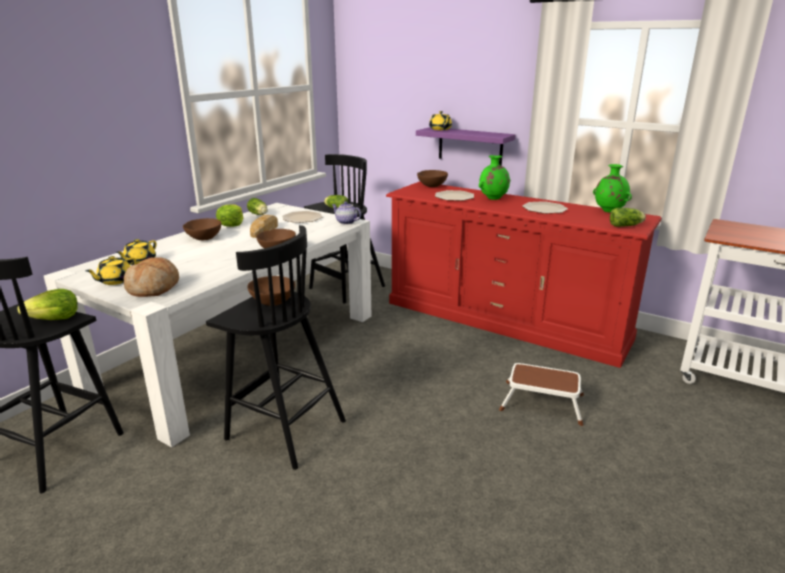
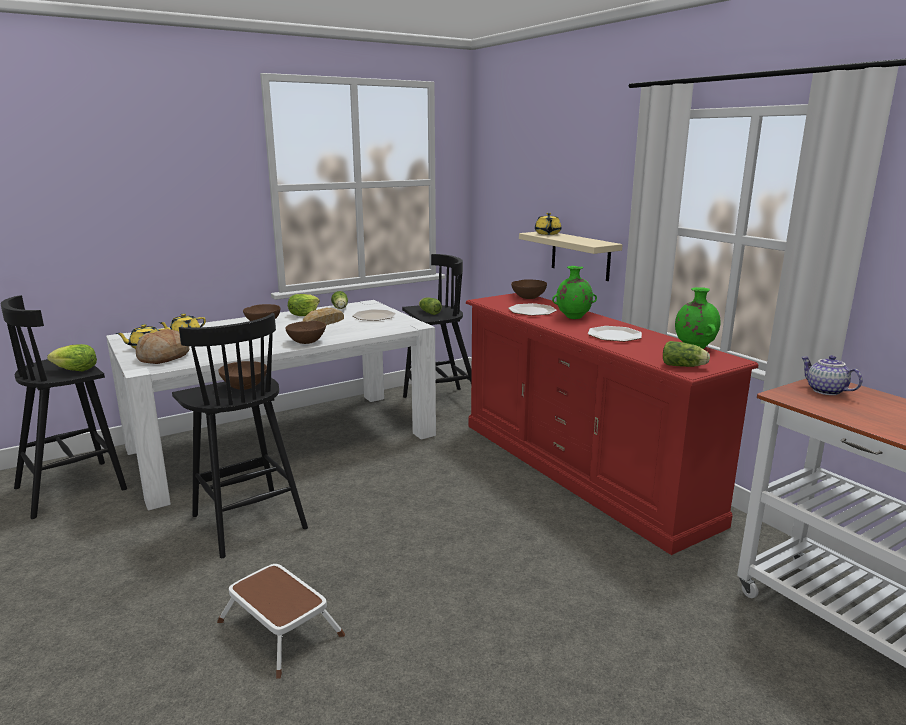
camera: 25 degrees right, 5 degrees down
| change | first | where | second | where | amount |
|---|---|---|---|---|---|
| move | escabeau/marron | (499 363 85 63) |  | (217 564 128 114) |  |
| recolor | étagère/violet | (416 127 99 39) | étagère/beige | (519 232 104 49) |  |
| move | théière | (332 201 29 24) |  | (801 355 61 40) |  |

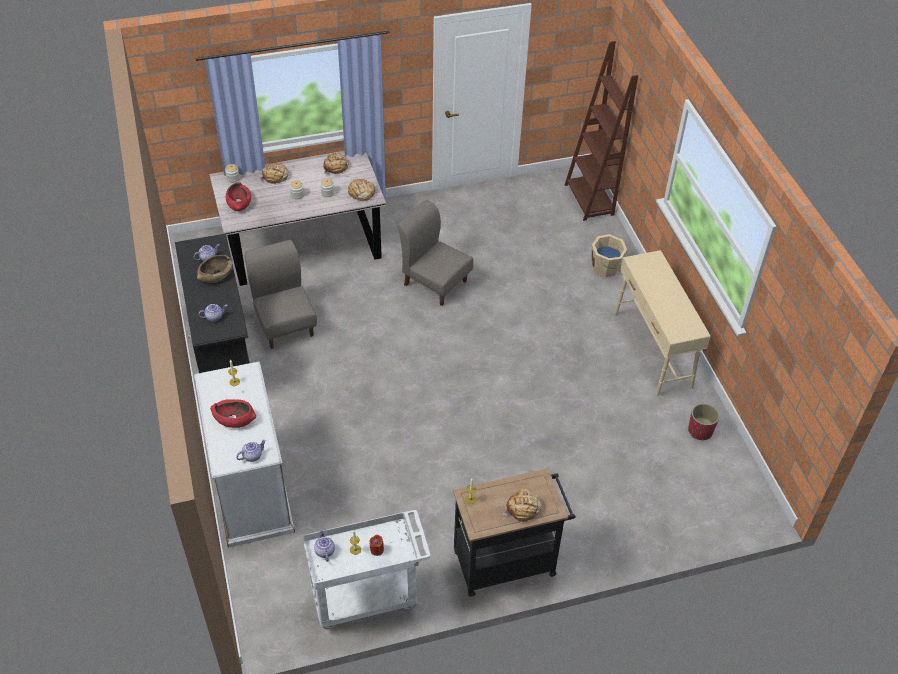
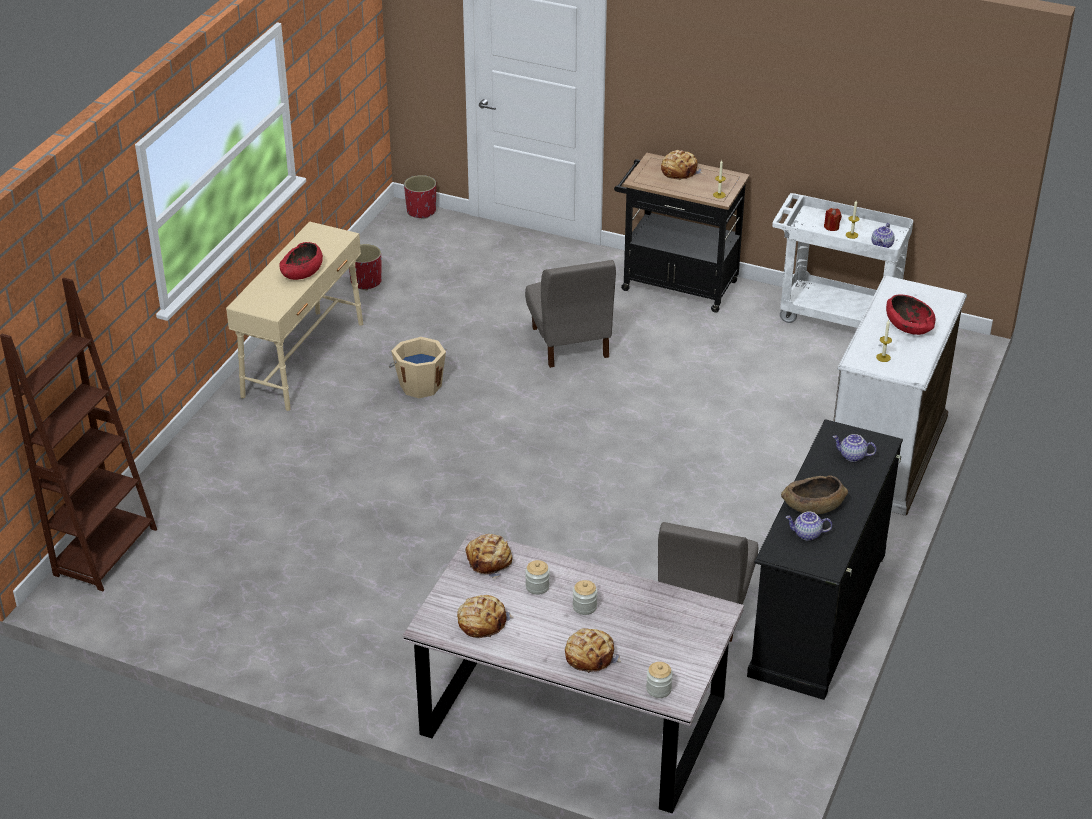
camera: 140 degrees left, 10 degrees down
| change | first | where | second | where | amount |
|---|---|---|---|---|---|
| move | bol/rouge | (226 182 25 29) |  | (279 242 44 38) |  |
| move | seau/beige | (592 234 35 43) |  | (389 337 58 61) |  |
| insert |  |  | cache-pot/rouge | (404 175 32 44) |  |
| move | chaise/gris | (398 200 75 106) |  | (525 260 91 108) |  |
| delete | théière | (236 440 30 22) |  |  |  |

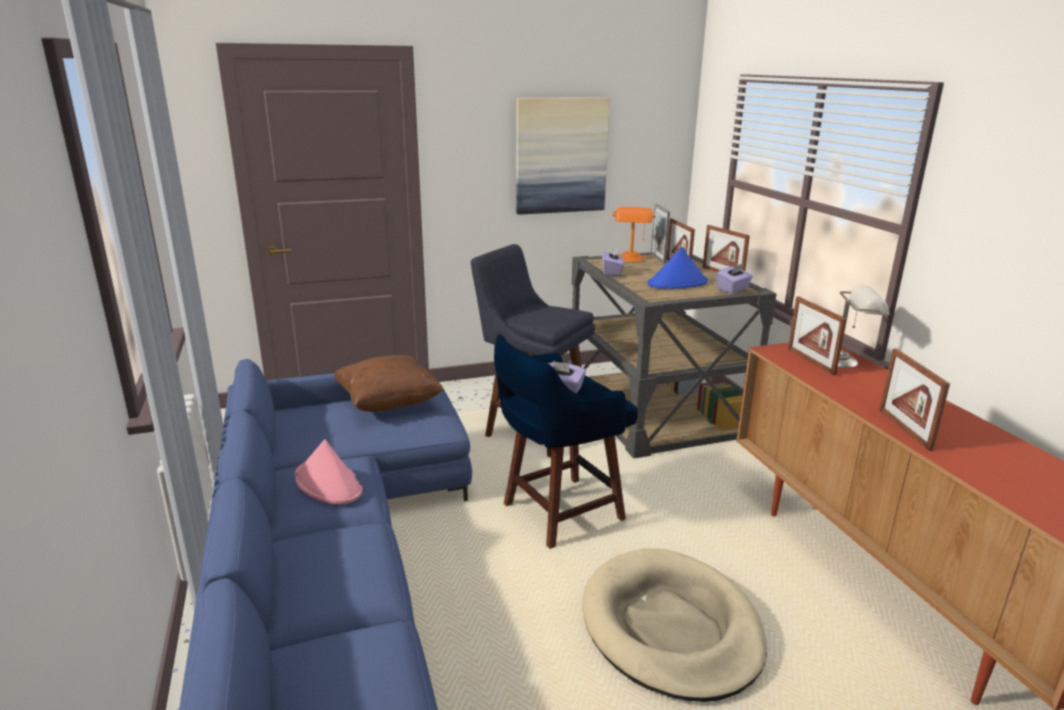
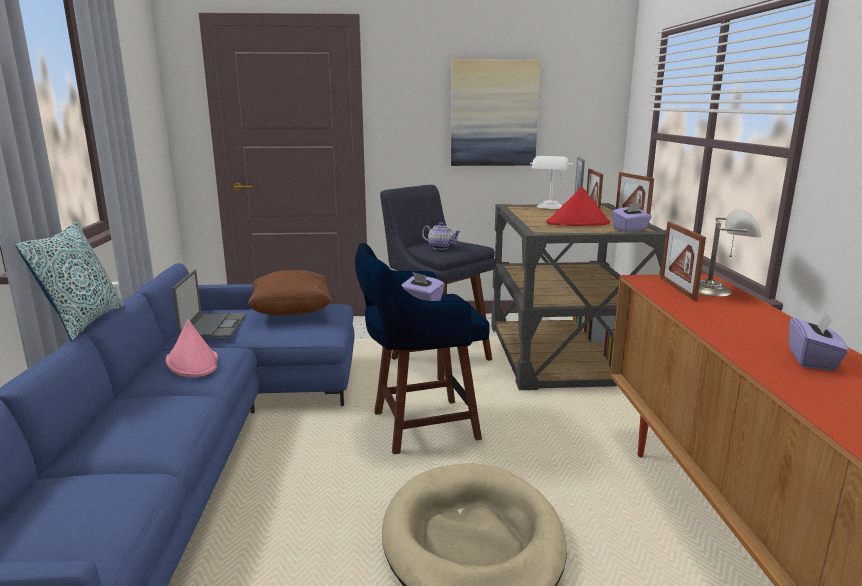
camera: 15 degrees right, 5 degrees down
| change | first | where | second | where | amount |
|---|---|---|---|---|---|
| insert |  |  | coussin | (16 221 108 120) |  |
| insert |  |  | ordinateur portable | (172 270 74 68) |  |
| insert |  |  | théière | (422 222 39 28) |  |
| recolor | lampe de table/orange | (612 207 44 55) | lampe de table/blanc | (530 156 43 53) |  |
| recolor | chapeau/bleu | (648 247 60 42) | chapeau/rouge | (546 187 64 39) |  |
| move | boîte à mouchoirs/violet | (602 248 22 28) |  | (789 312 59 59) |  |
| delete | cadre photo | (879 348 71 103) |  |  |  |

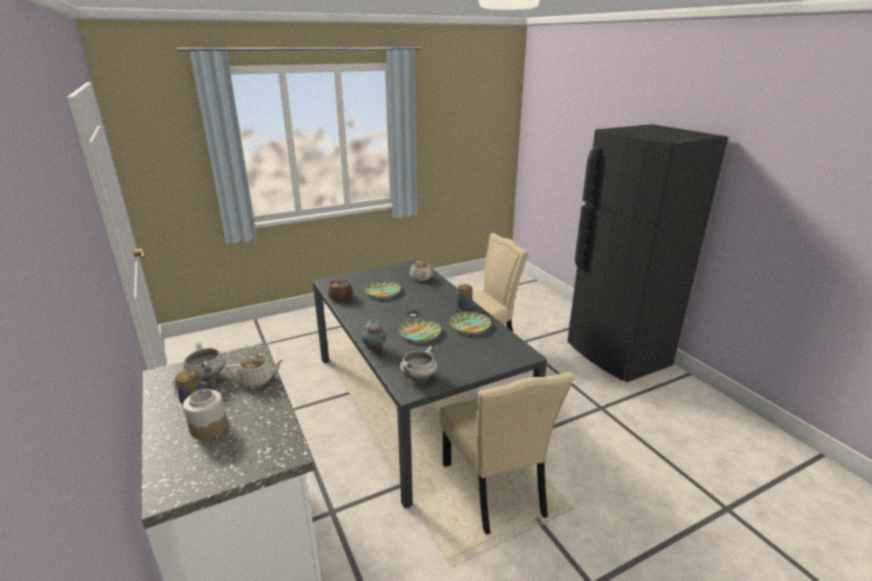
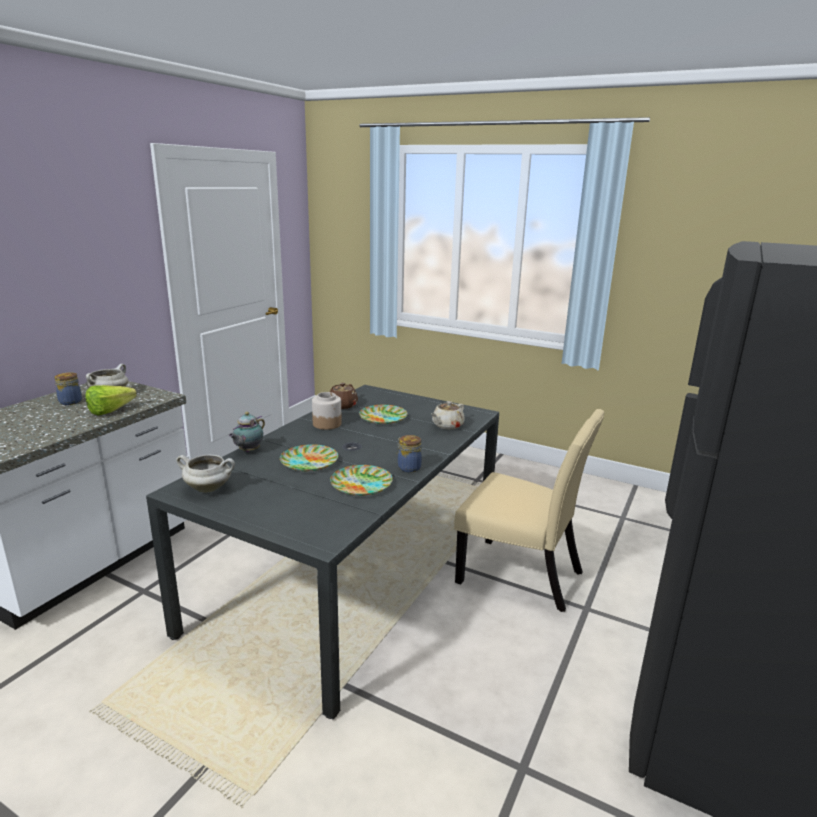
camera: 55 degrees right, 5 degrees down
| change | first | where | second | where | amount |
|---|---|---|---|---|---|
| replace | théière/beige | (226 355 58 32) | laitue | (85 385 52 31) |  |
| move | bocal | (183 389 44 50) |  | (312 392 30 38) |  |
| delete | chaise/beige | (439 372 135 163) |  |  |  |

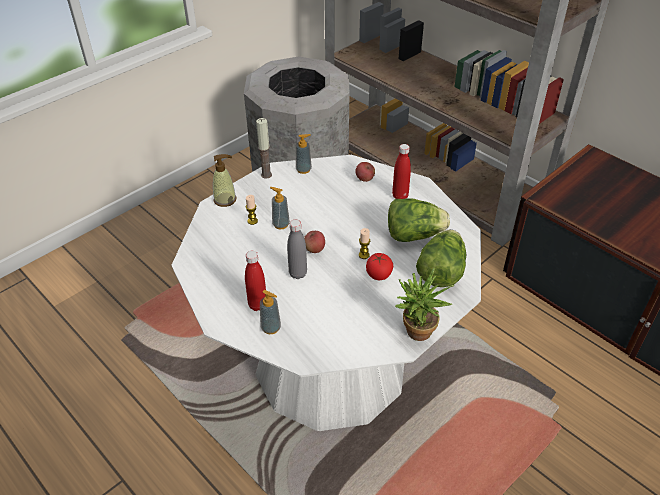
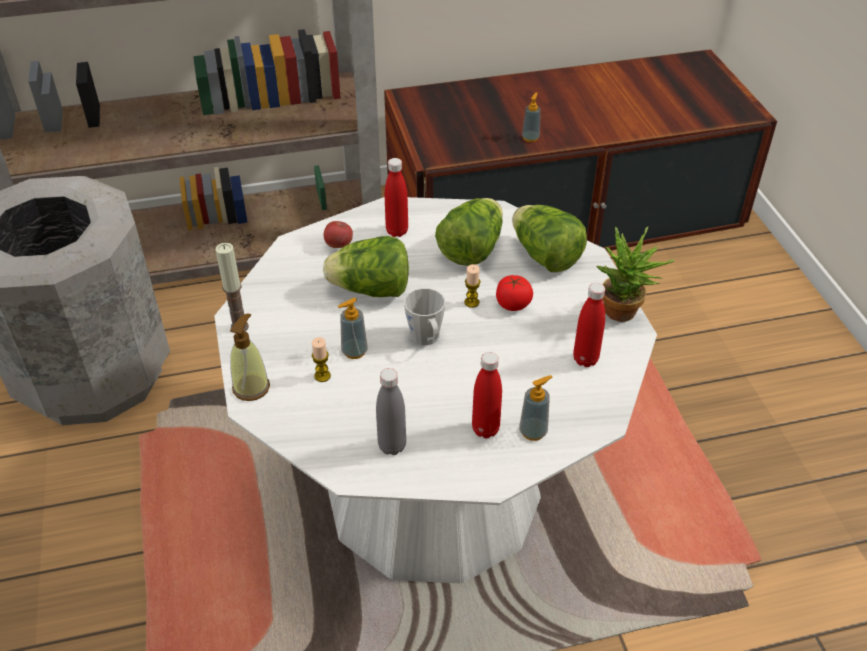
camera: 60 degrees left, 0 degrees up
| change | first | where | second | where | amount |
|---|---|---|---|---|---|
| insert |  |  | laitue | (323 236 86 61) |  |
| move | bouteille/gris | (287 220 20 59) |  | (376 368 30 87) |  |
| replace | pomme | (304 231 21 22) | mug/gris | (404 288 41 57) |  |
| move | distributeur de savon | (296 134 16 40) |  | (522 93 19 49) |  |
| insert |  |  | bouteille/rouge | (573 283 32 84) |  |

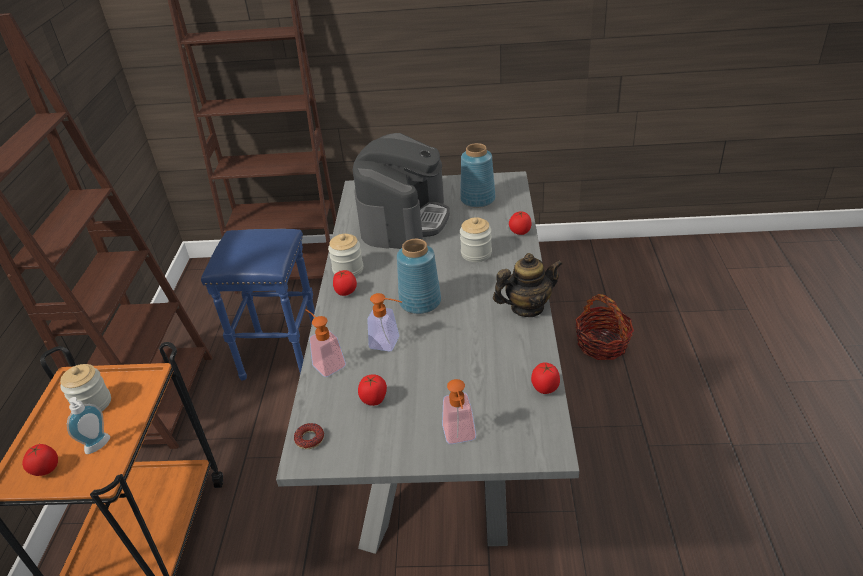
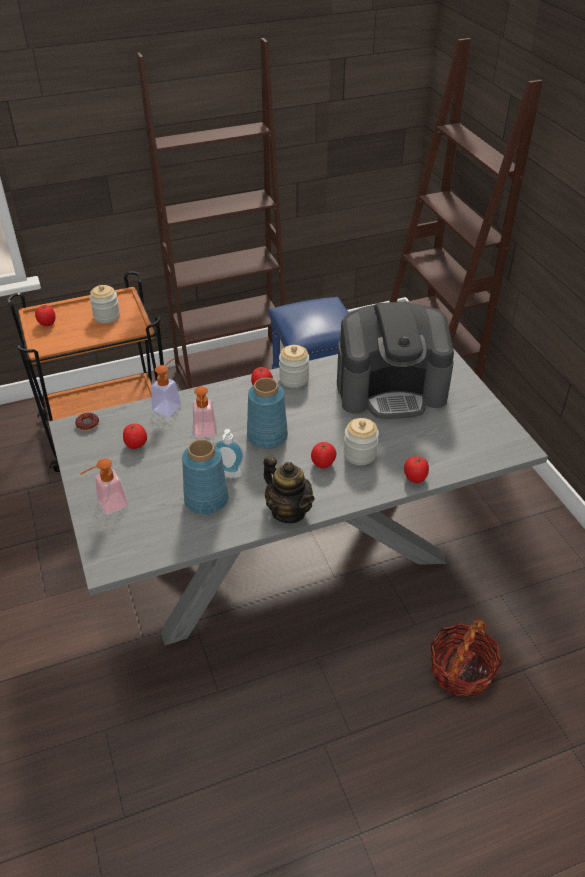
camera: 65 degrees right, 5 degrees up
| change | first | where | second | where | amount |
|---|---|---|---|---|---|
| move | vase/bleu | (460 143 36 65) |  | (182 439 47 76) |  |
| move | distributeur de savon | (67 397 43 57) |  | (215 429 29 49) |  |
| move | tomate | (531 363 29 31) |  | (311 442 26 27) |  |

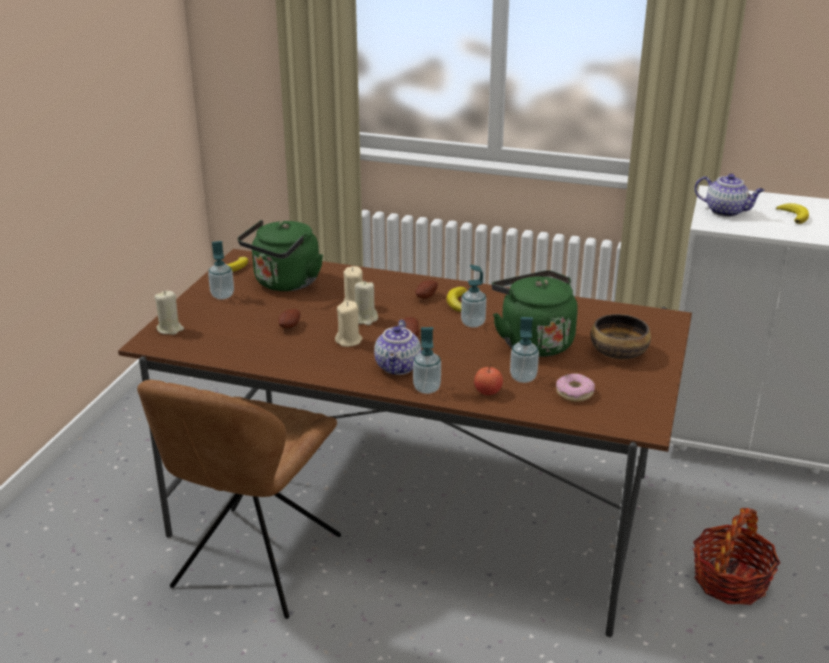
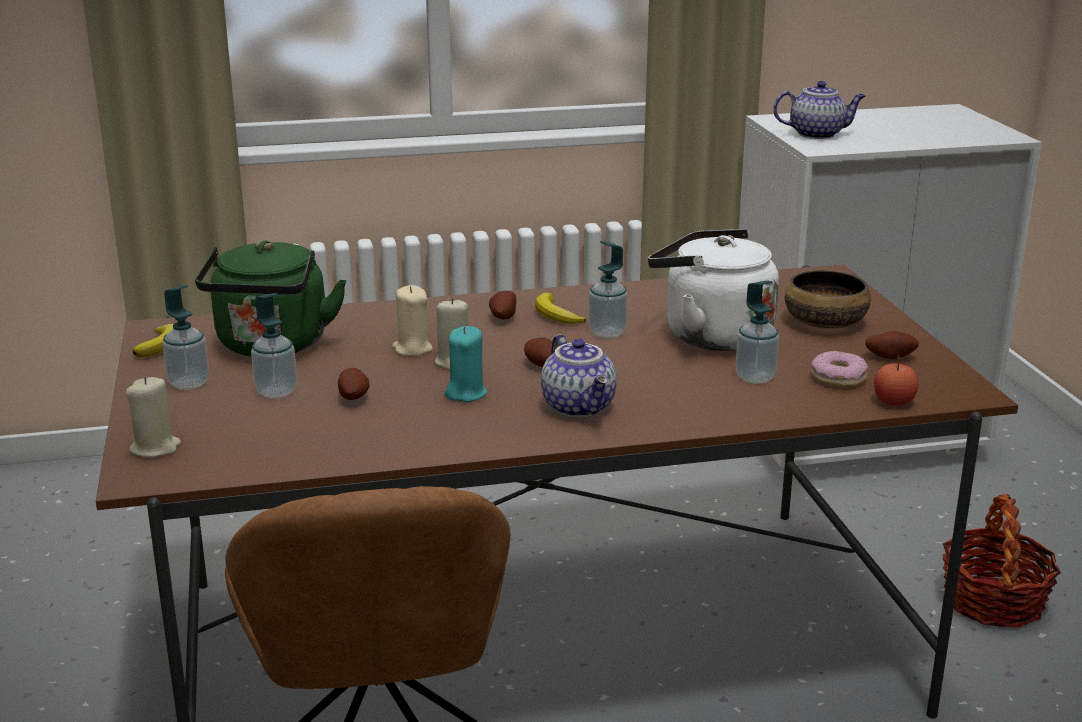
camera: 30 degrees left, 5 degrees down
| change | first | where | second | where | amount |
|---|---|---|---|---|---|
| move | distributeur de savon | (413 327 28 67) |  | (251 293 46 106) |  |
| recolor | bougie/beige | (335 301 27 46) | bougie/turquoise | (445 326 42 76) |  |
| recolor | bouilloire/vert | (492 270 86 87) | bouilloire/blanc | (648 229 131 122) |  |
| insert |  |  | pomme de terre | (865 331 54 28) |  |
| move | pomme | (474 363 29 32) |  | (874 355 44 51) |  |
| delete | banane | (776 203 33 21) |  |  |  |

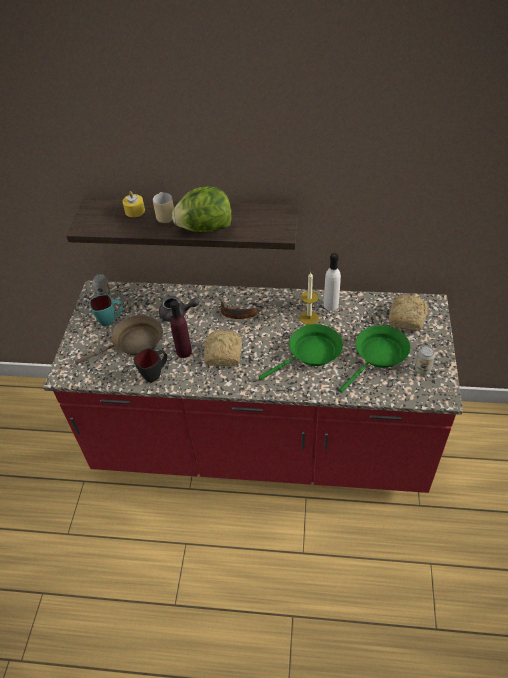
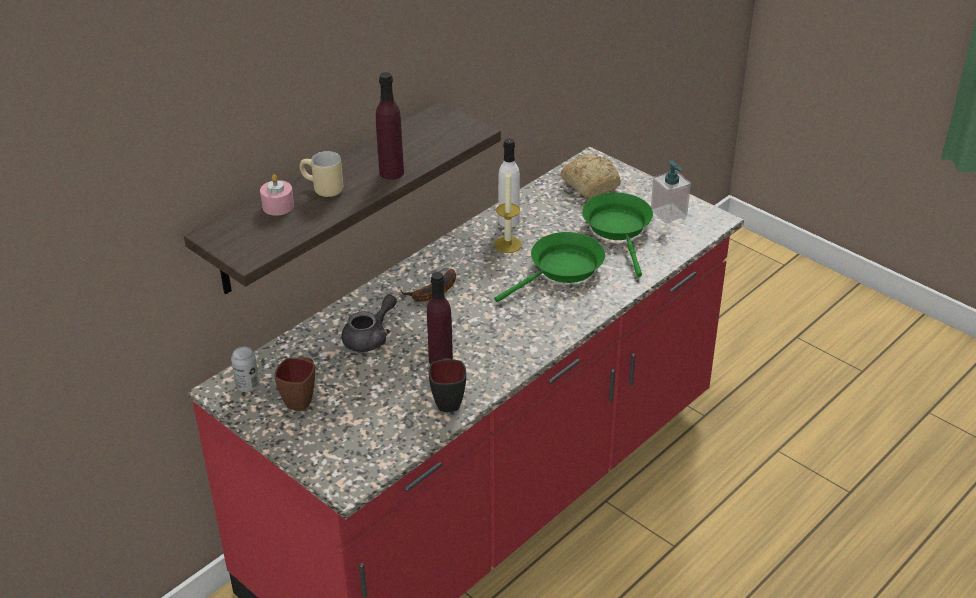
camera: 55 degrees left, 10 degrees down
| change | first | where | second | where | amount |
|---|---|---|---|---|---|
| recolor | bougie/jaune | (123 191 22 26) | bougie/rose | (260 174 34 42) |  |
| recolor | mug/turquoise | (90 295 33 31) | mug/marron | (275 357 40 54) |  |
| replace | laitue | (172 186 60 46) | bouteille/violet | (376 72 28 108) |  |
| rotate | poêle/vert | (259 324 84 56) |  | (494 232 111 70) | 45 degrees clockwise |
| replace | boîte métallique | (415 346 20 29) | distributeur de savon | (651 160 40 63) |  |
| delete | poêle/marron | (75 315 88 49) |  |  |  |
| delete | pain | (204 330 38 36) |  |  |  |

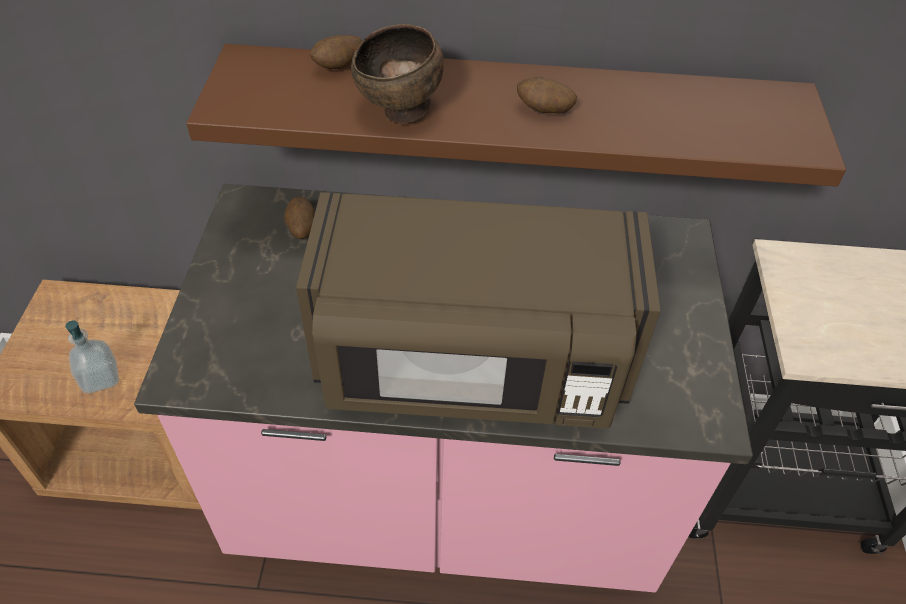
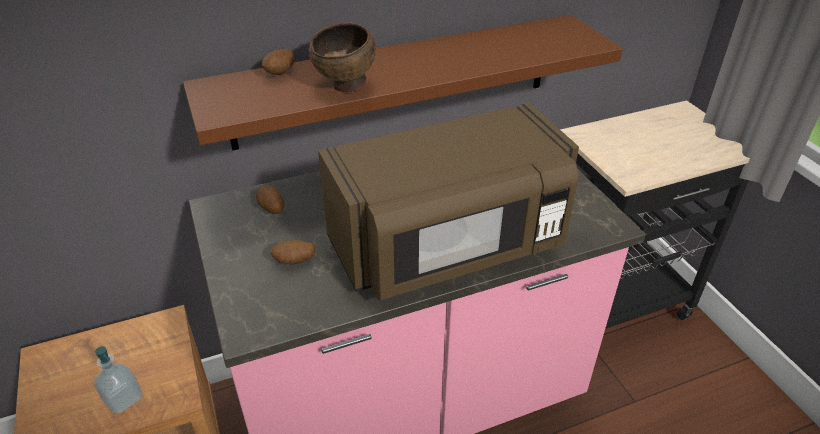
camera: 25 degrees left, 10 degrees down
| change | first | where | second | where | amount |
|---|---|---|---|---|---|
| move | pomme de terre | (517 76 60 37) |  | (270 240 45 24) |  |

